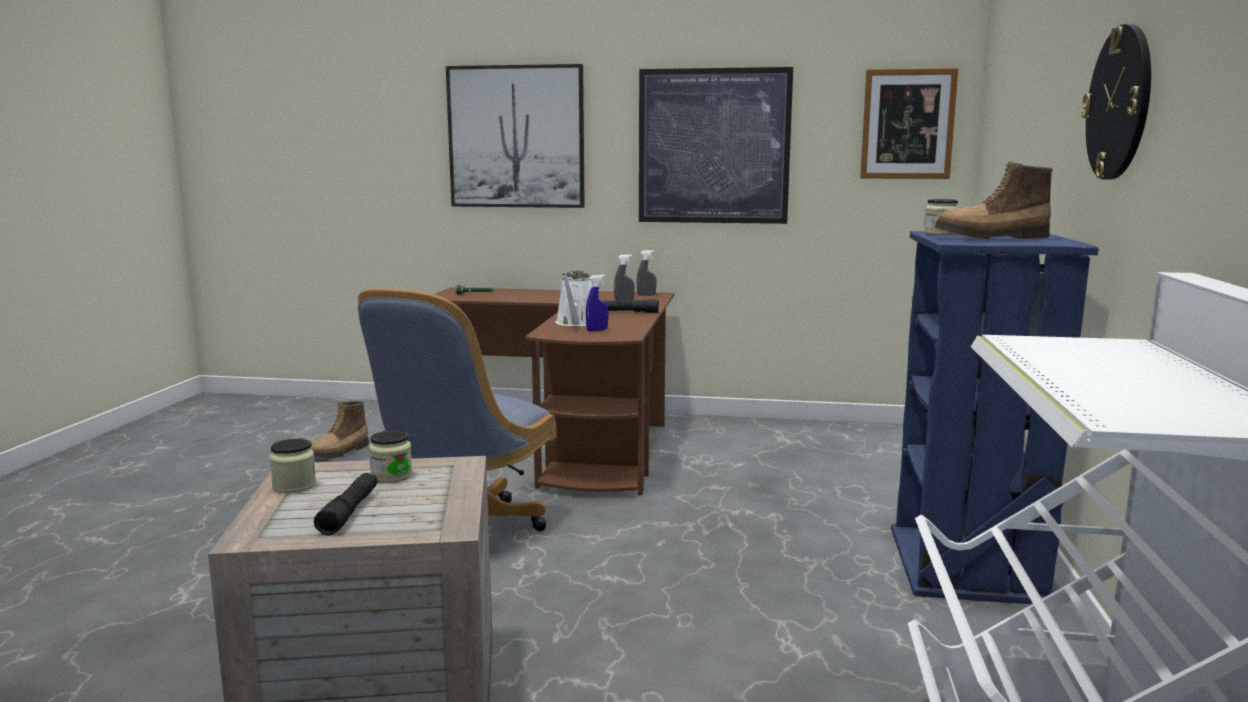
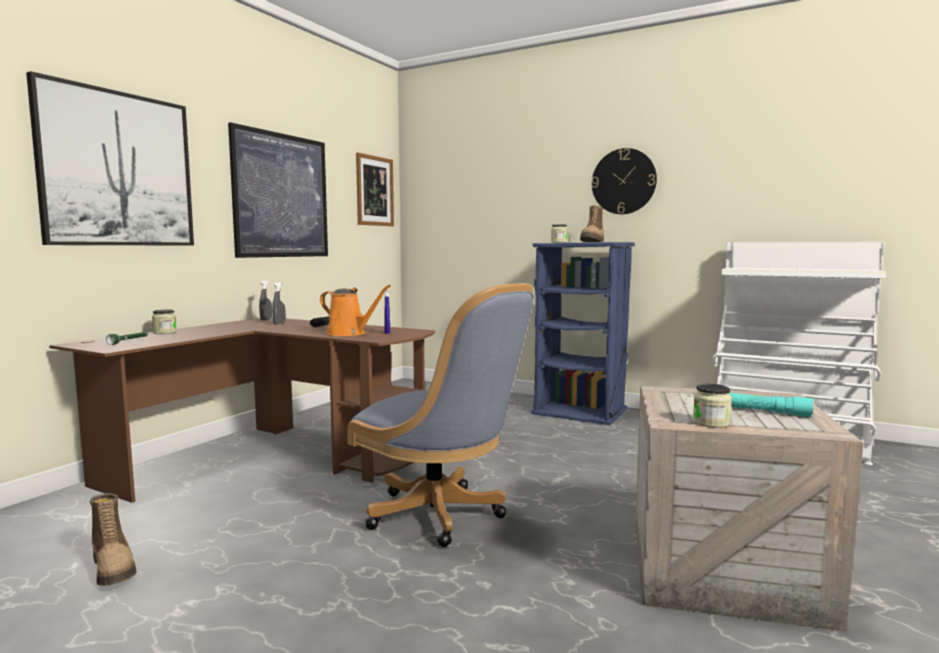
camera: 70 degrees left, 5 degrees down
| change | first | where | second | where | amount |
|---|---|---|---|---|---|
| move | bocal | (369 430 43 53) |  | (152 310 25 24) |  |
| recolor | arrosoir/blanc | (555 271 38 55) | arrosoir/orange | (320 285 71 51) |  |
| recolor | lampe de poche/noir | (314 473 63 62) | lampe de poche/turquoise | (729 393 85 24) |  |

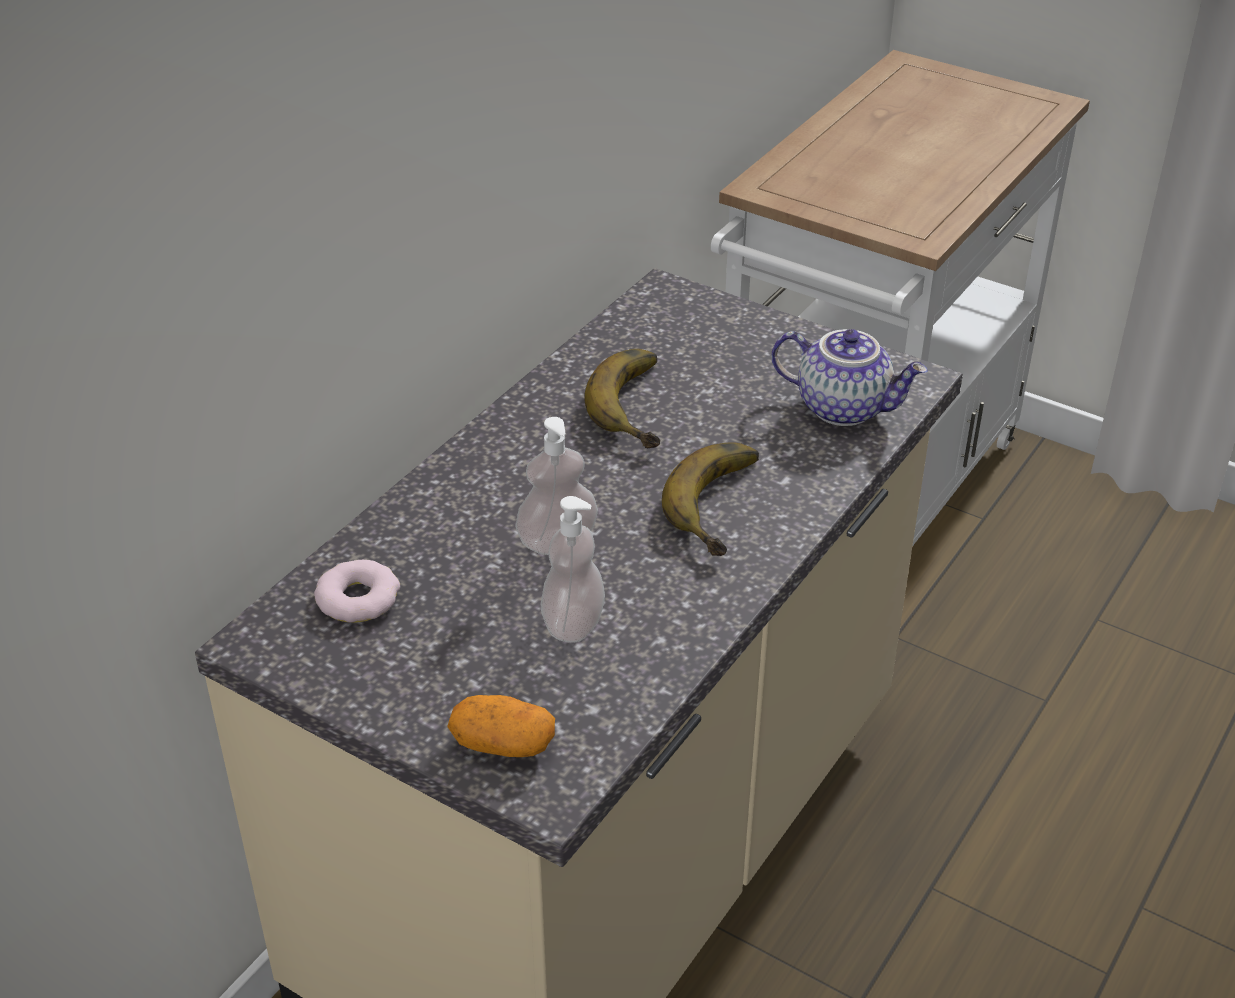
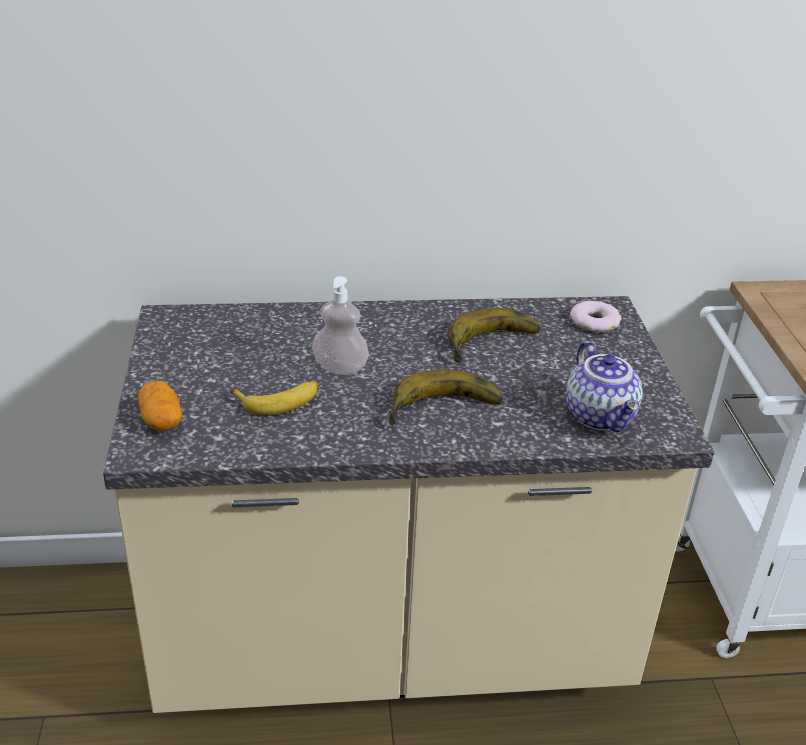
camera: 50 degrees right, 5 degrees down
| change | first | where | second | where | amount |
|---|---|---|---|---|---|
| replace | distributeur de savon | (541 496 64 147) | banane | (231 381 87 34) |  |
| move | beignet | (314 560 86 63) |  | (570 301 51 31) |  |

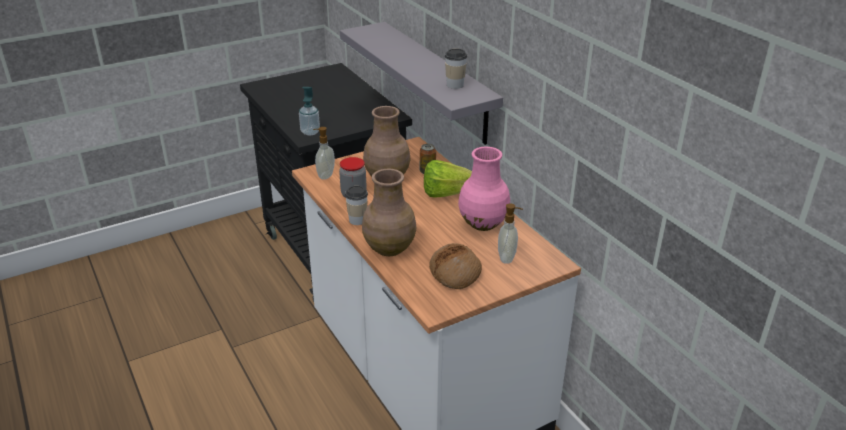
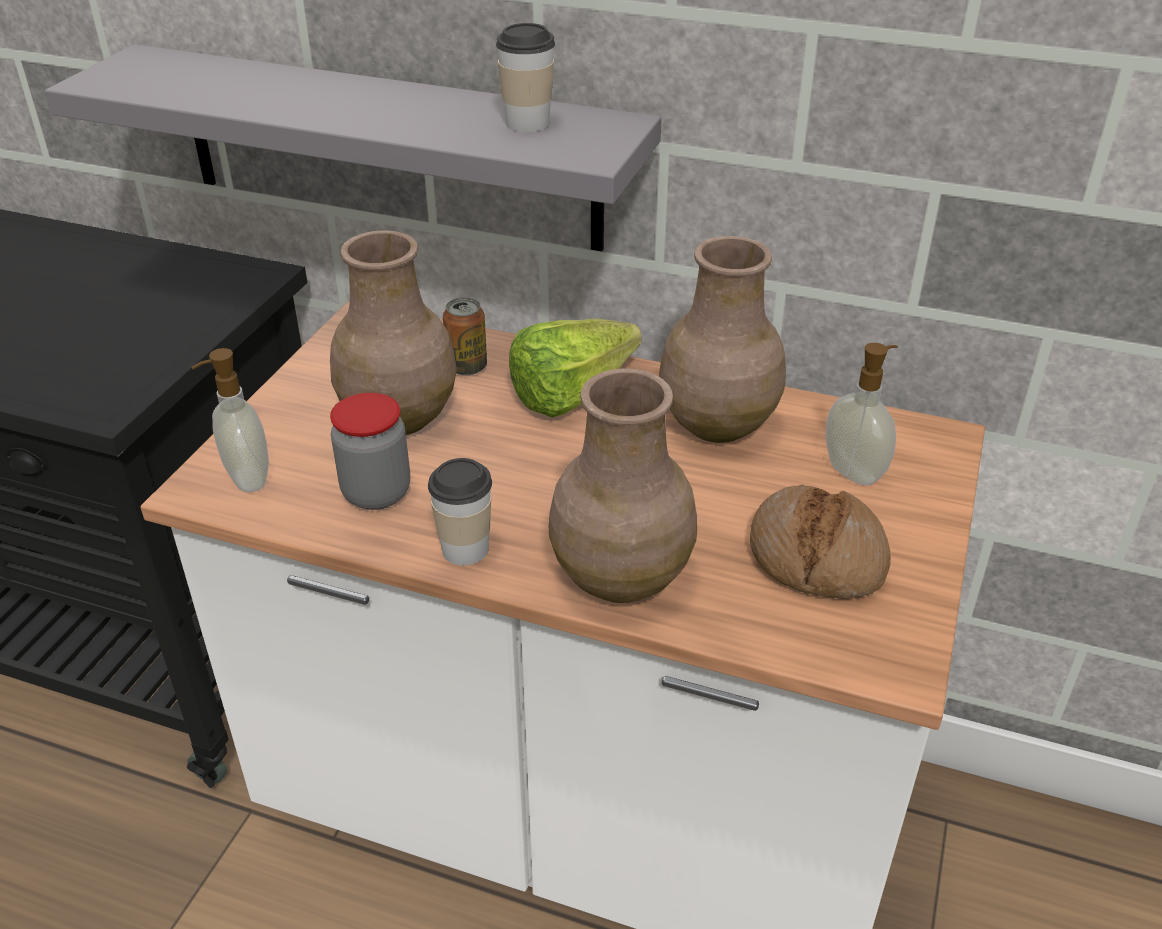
camera: 40 degrees left, 5 degrees up
| change | first | where | second | where | amount |
|---|---|---|---|---|---|
| recolor | vase/rose | (458 147 52 84) | vase/marron | (659 236 127 207) |  |
| delete | distributeur de savon | (299 87 21 48) |  |  |  |

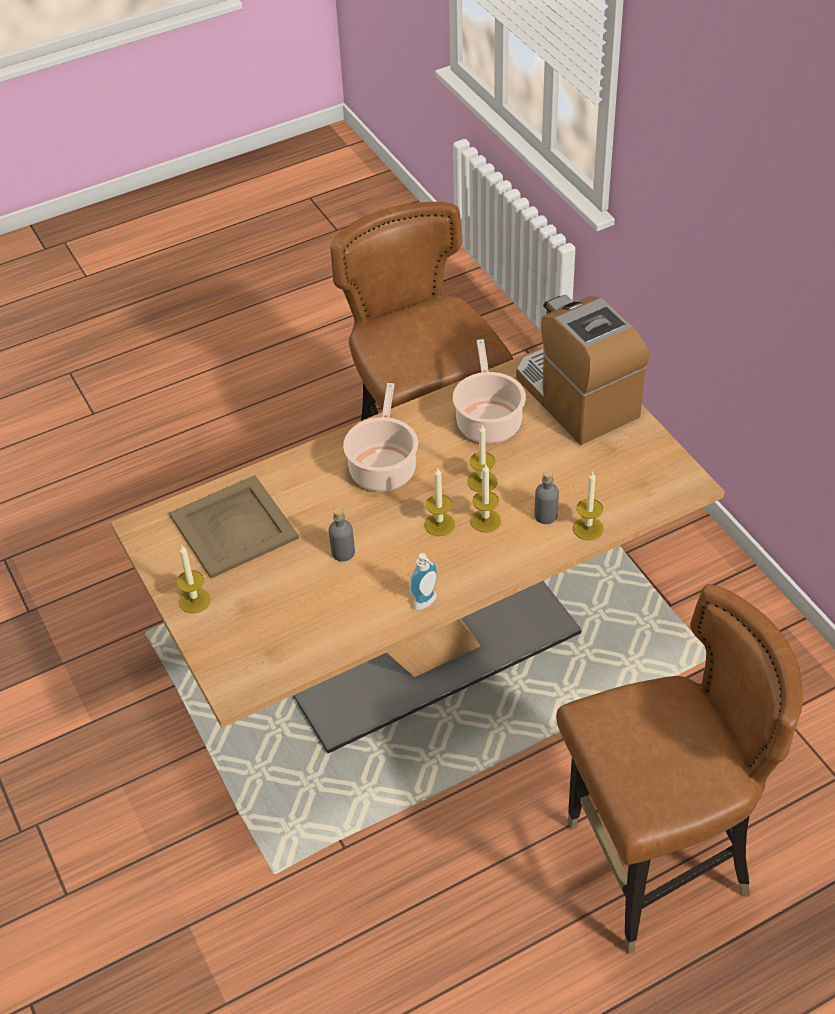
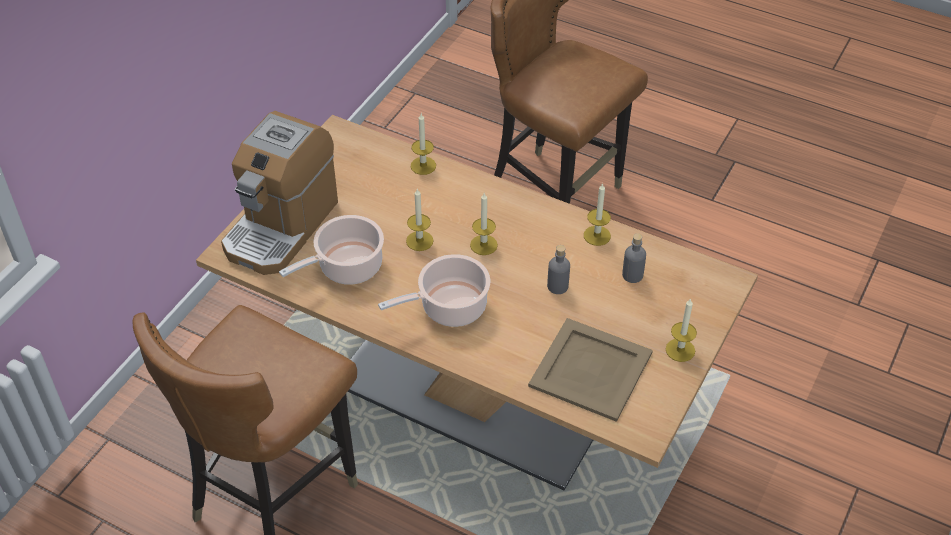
camera: 125 degrees left, 0 degrees up
| change | first | where | second | where | amount |
|---|---|---|---|---|---|
| move | bougie | (470 463 31 70) |  | (584 183 27 63) |  |
| move | bouteille/gris | (535 470 24 54) |  | (622 233 24 50) |  |
| delete | distributeur de savon | (409 553 29 57) |  |  |  |

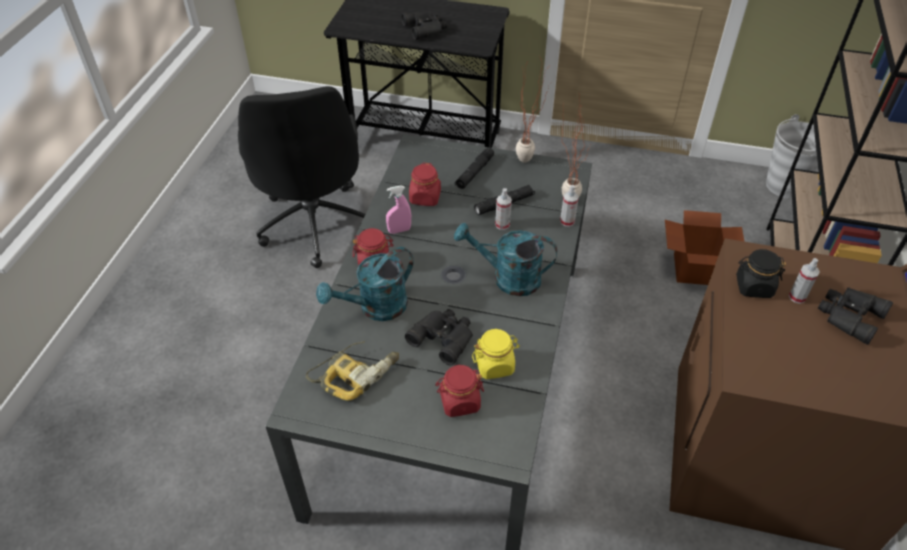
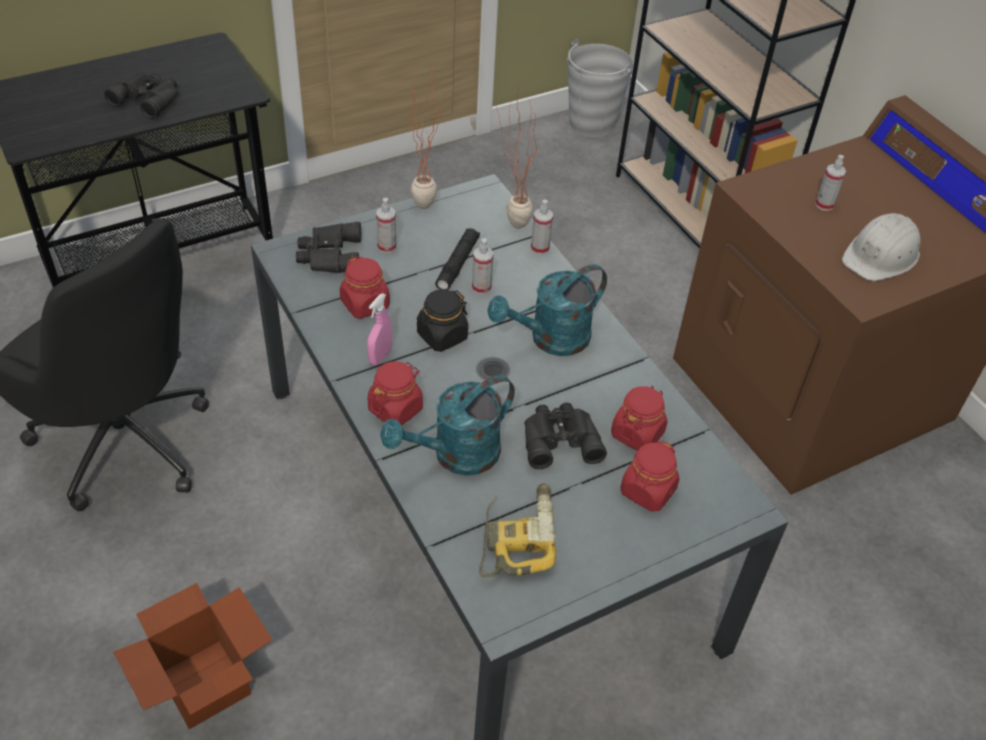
camera: 45 degrees left, 0 degrees up
| change | first | where | second | where | amount |
|---|---|---|---|---|---|
| move | carton | (665 210 80 75) |  | (113 583 159 146) |  |
| move | jumelles/noir | (818 287 75 58) |  | (296 222 65 51) |  |
| replace | lampe de poche/noir | (454 147 40 42) | vaporisateur | (376 198 20 55) |  |
| rotate | arrosoir/turquoise | (316 247 98 74) |  | (380 375 135 101) | 45 degrees clockwise |
| move | bocal/noir | (736 249 50 49) |  | (417 289 51 63) |  |
| recolor | bocal/jaune | (472 329 48 50) | bocal/rouge | (611 386 57 65) |  |
| insert |  |  | casque de chantier/blanc | (842 213 79 68) |  |

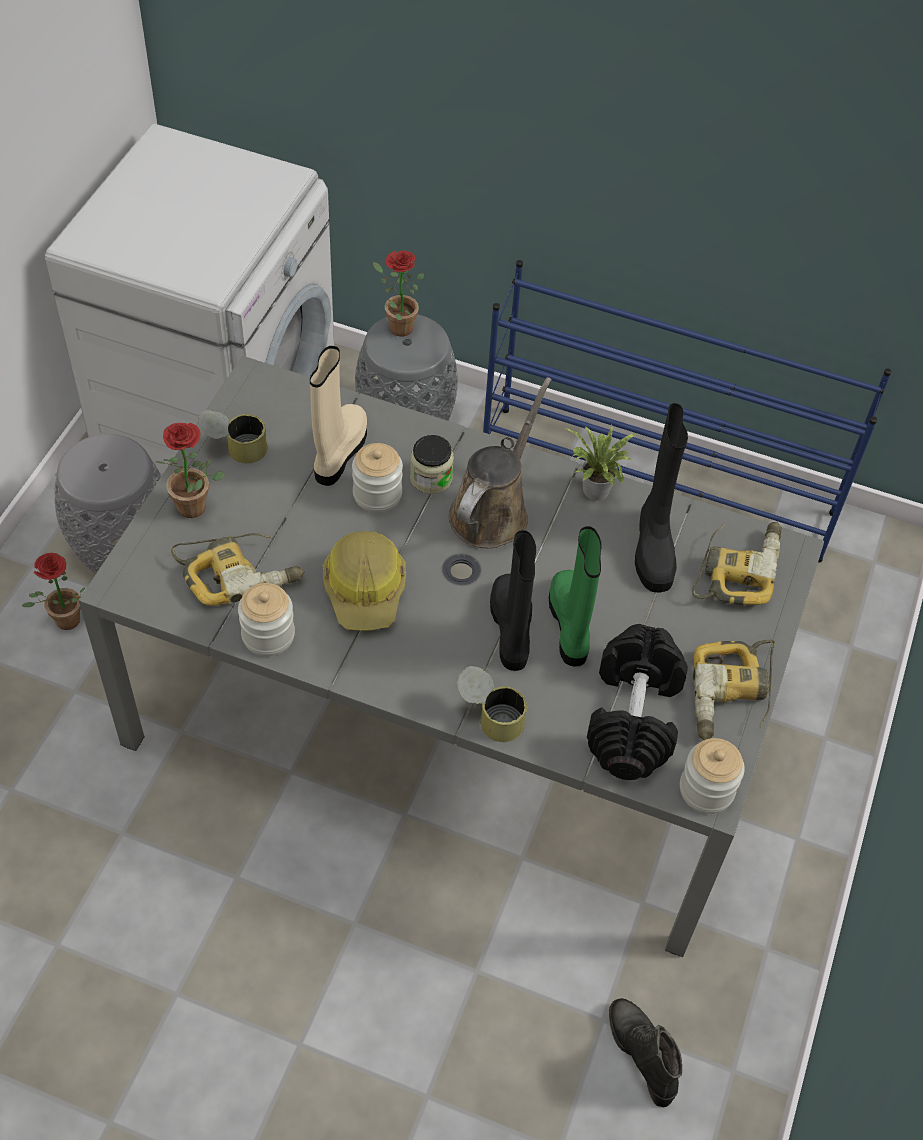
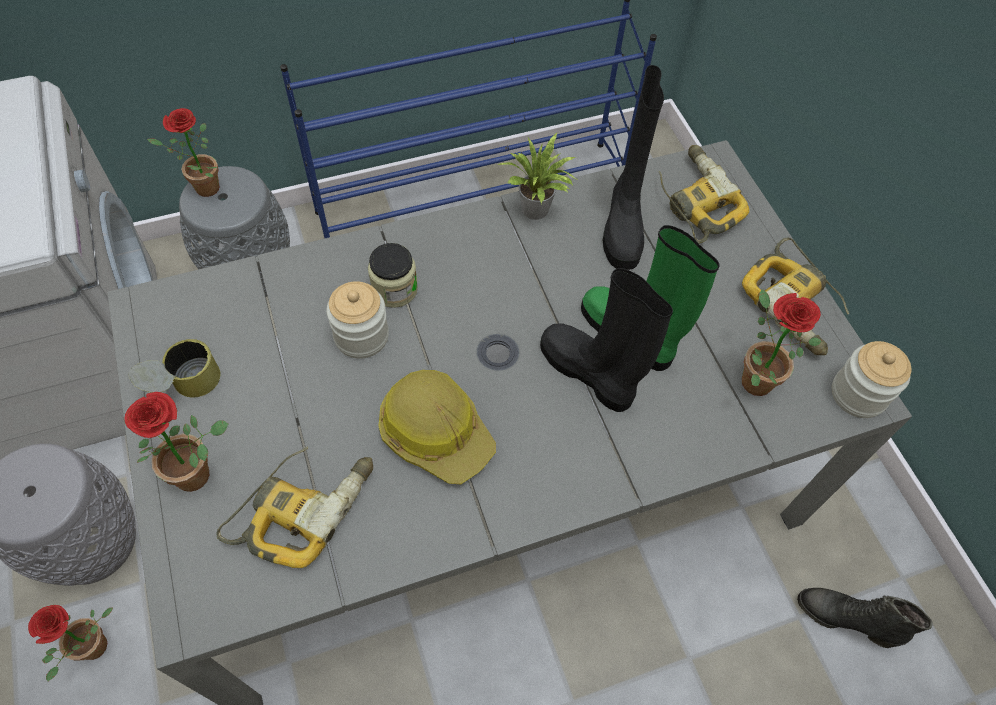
camera: 40 degrees left, 5 degrees up
| change | first | where | second | where | amount |
|---|---|---|---|---|---|
| rotate | botte/noir | (635 403 53 189) |  | (603 65 61 205) | 45 degrees clockwise |
| replace | haltère/noir | (587 624 101 156) | plante en pot | (742 289 80 107) |  |
| delete | bocal | (238 583 57 73) |  |  |  |
| delete | botte/beige | (310 346 57 140) |  |  |  |
| delete | arrosoir/marron | (449 377 103 172) |  |  |  |
| delete | boîte métallique | (457 666 70 76) |  |  |  |

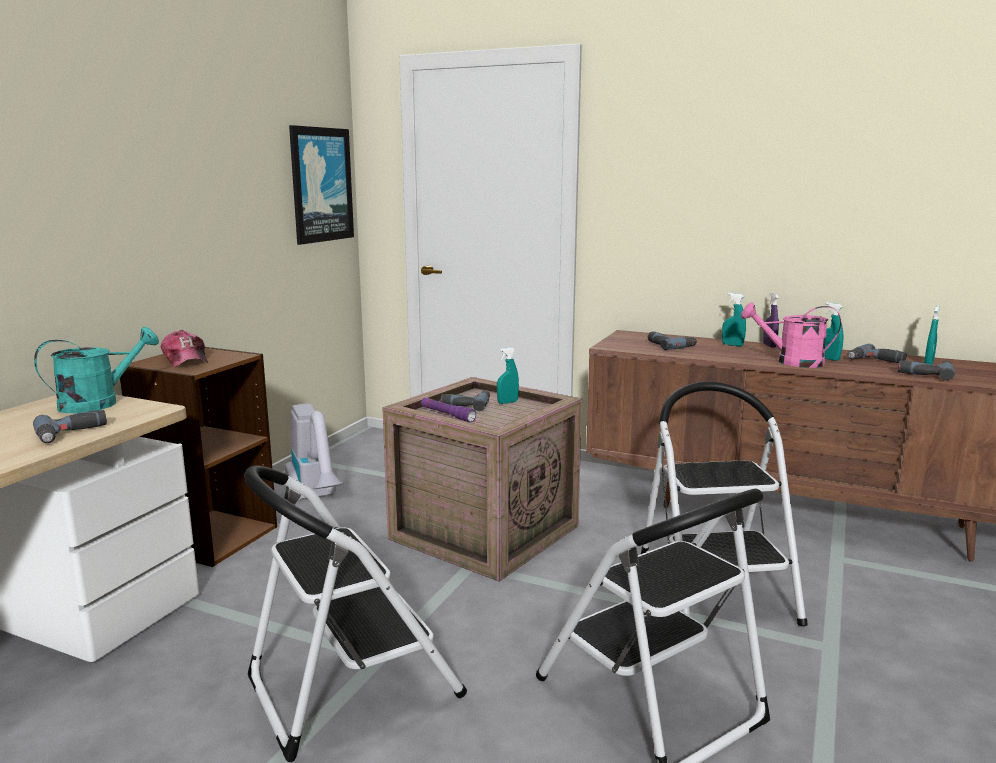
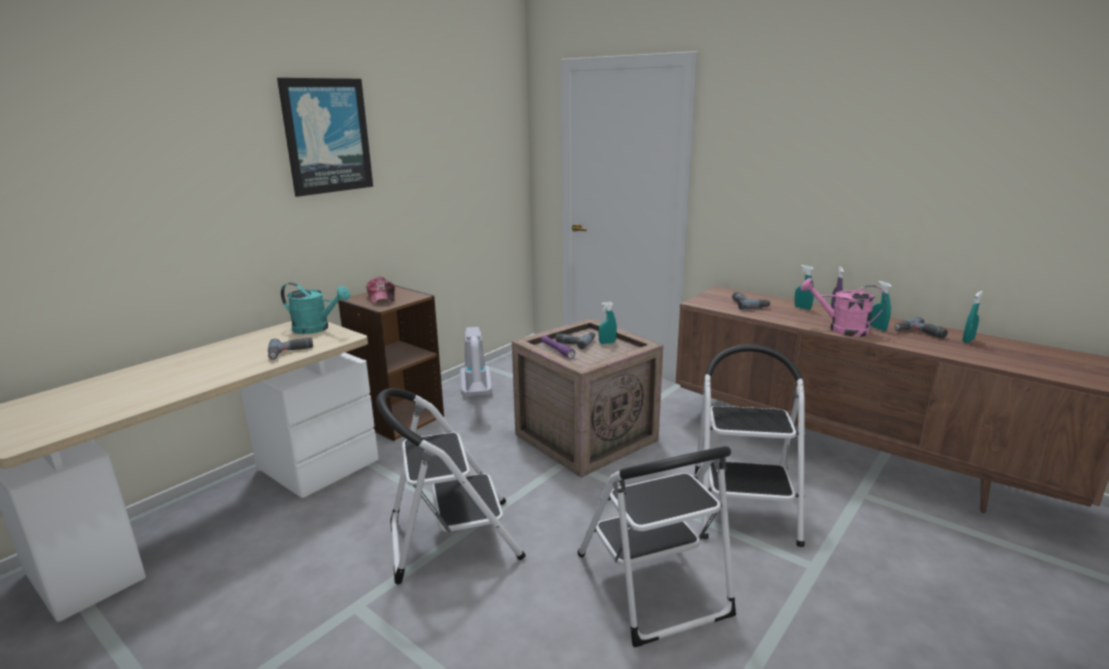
camera: 15 degrees right, 5 degrees up
| change | first | where | second | where | amount |
|---|---|---|---|---|---|
| move | tableau | (289 125 65 120) |  | (277 78 96 119) |  |
| rotate | arrosoir/turquoise | (34 327 125 86) |  | (281 283 69 51) | 45 degrees clockwise |
| delete | perceuse | (898 360 57 21) |  |  |  |

